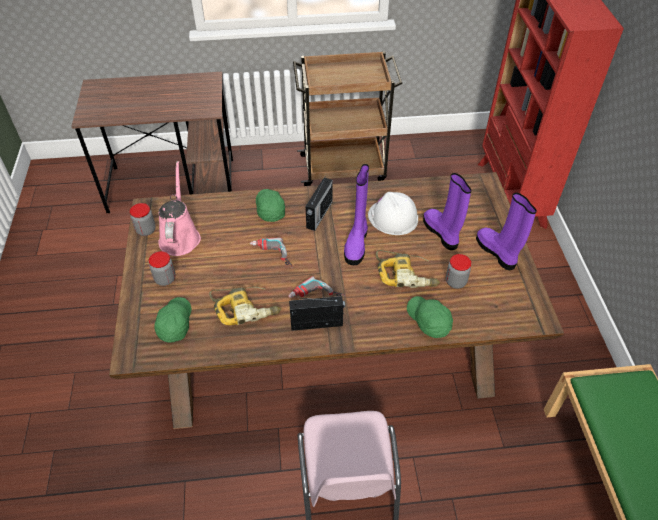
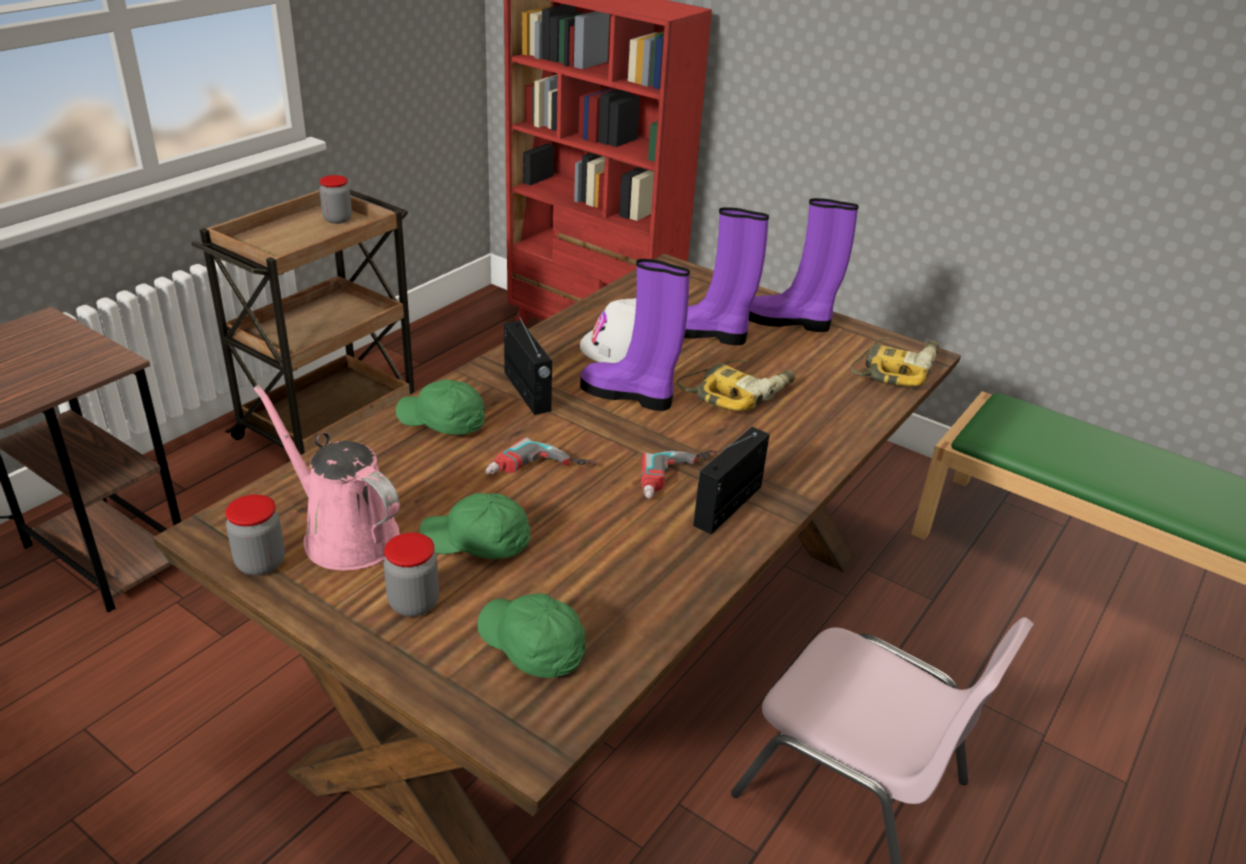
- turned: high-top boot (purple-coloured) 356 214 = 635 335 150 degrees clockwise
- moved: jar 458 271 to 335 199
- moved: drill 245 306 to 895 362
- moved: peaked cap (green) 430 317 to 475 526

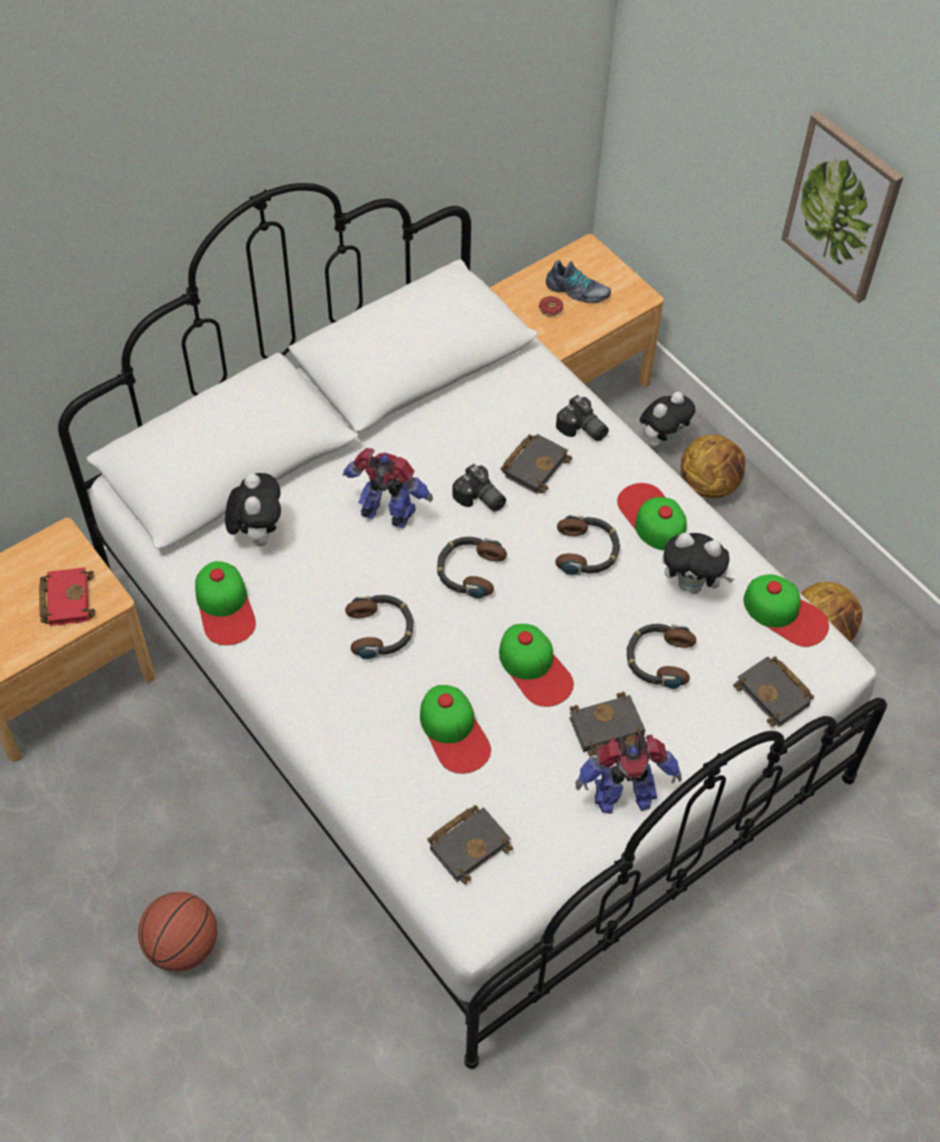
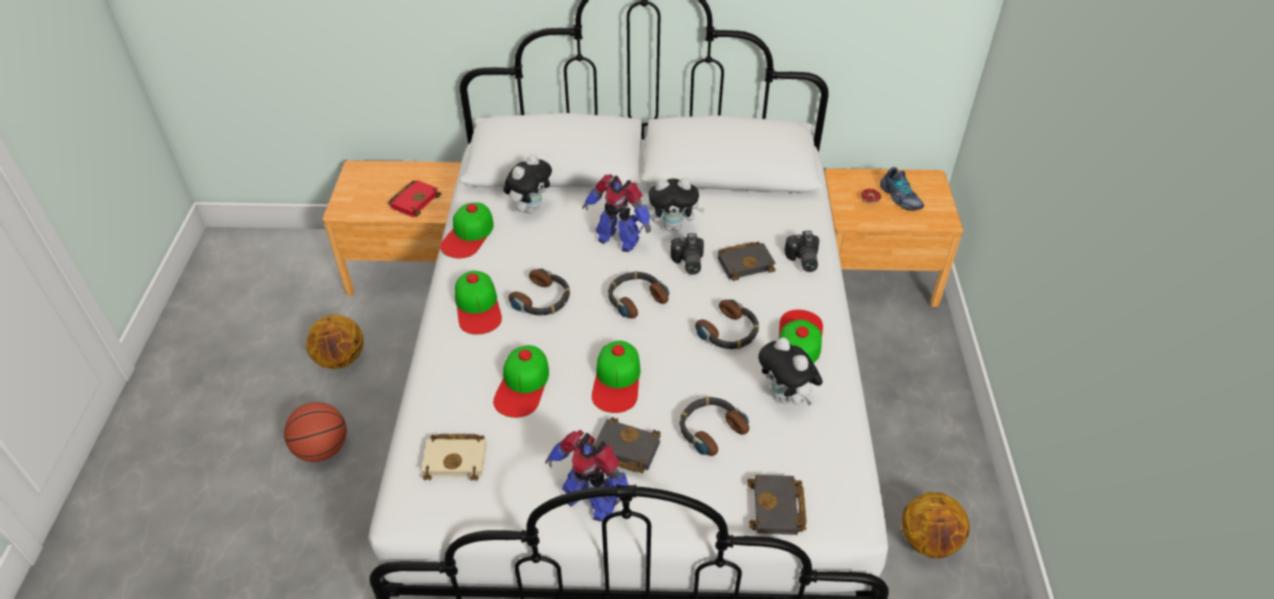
- removed: picture 842 207
- moved: soft toy 667 419 to 676 204
- moved: ball for basketball 712 466 to 335 341
- turned: toy robot 388 488 = 616 213 150 degrees clockwise
- moved: peaked cap 786 610 to 478 303
- recoloured: volume (black) 470 844 to volume (beige) 454 457

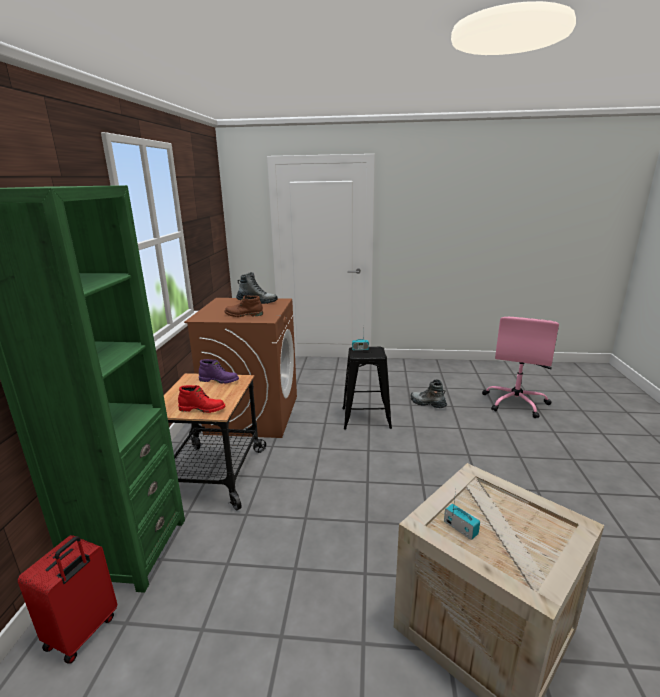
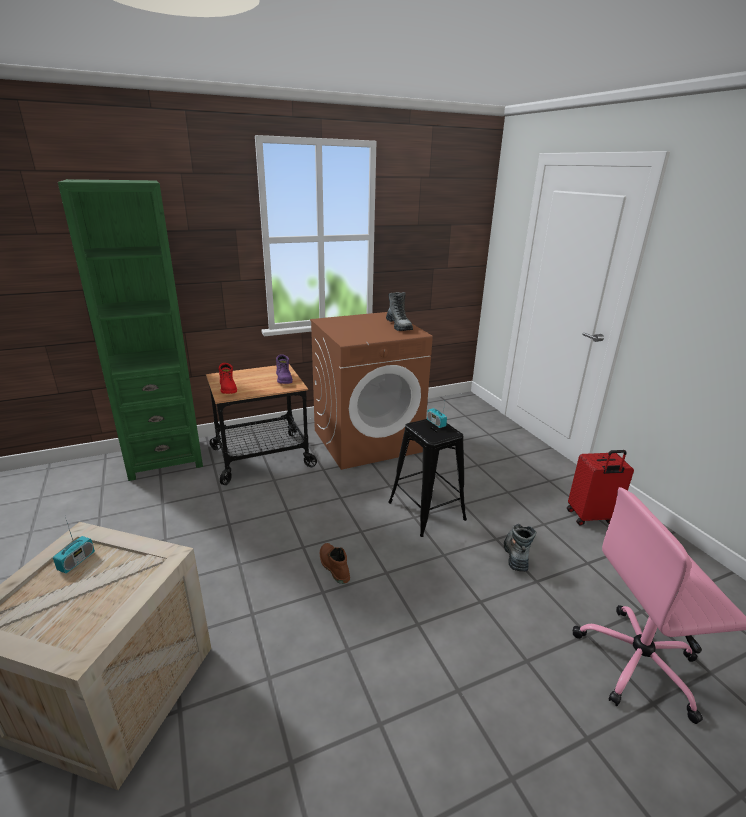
- moved: high-top boot (brown-coloured) 244 306 to 335 563
- moved: suitcase (red-coloured) 67 599 to 600 488

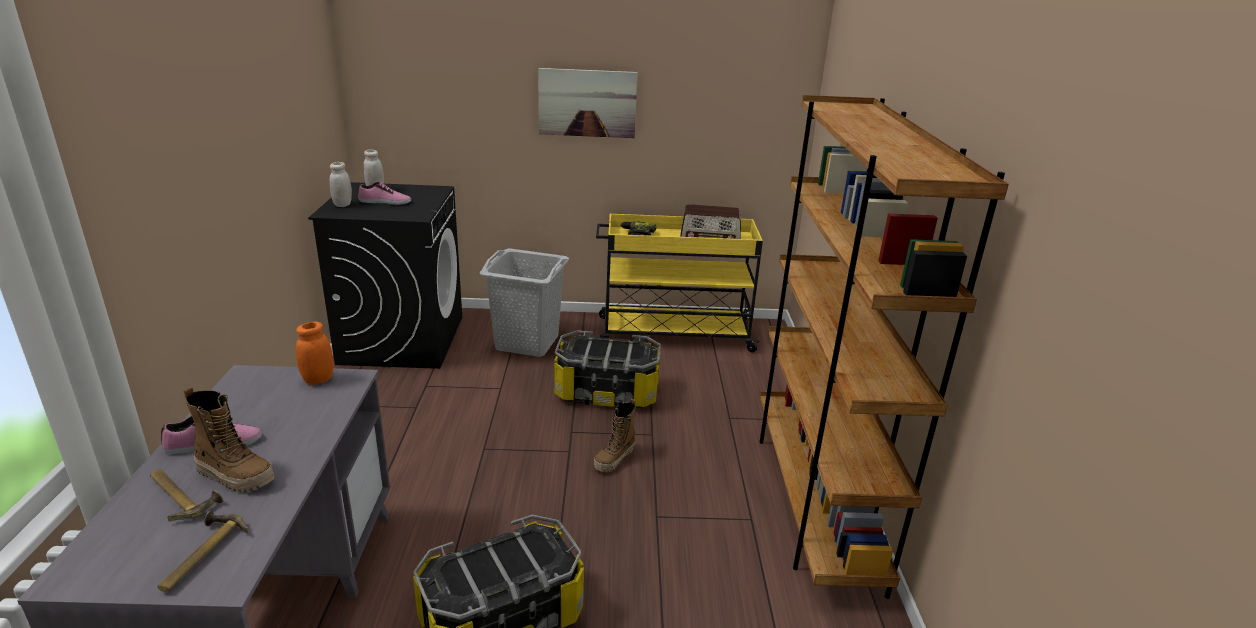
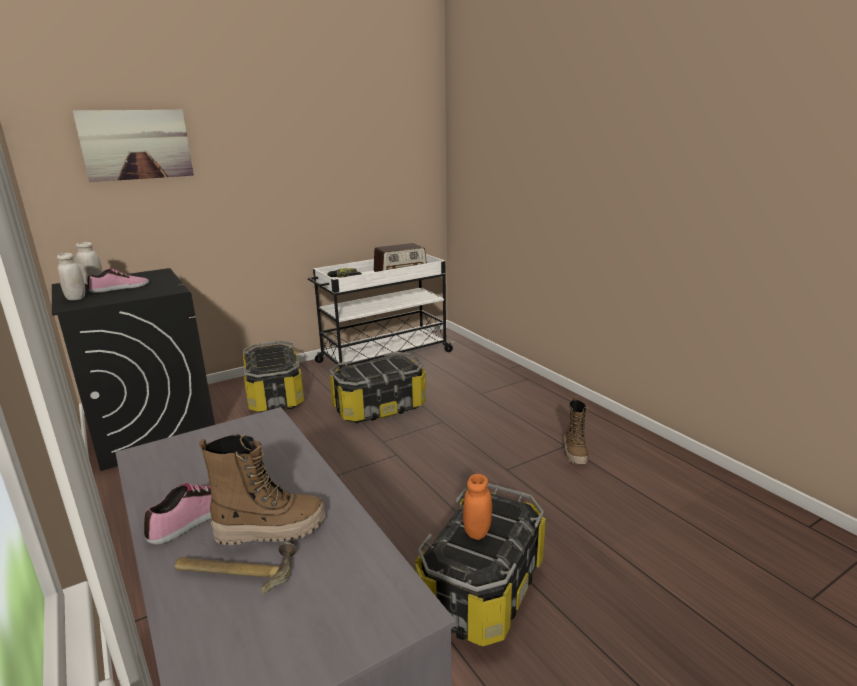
- moved: picture 587 103 to 133 146
- removed: shelving unit (brown-coloured) 884 347
- recoloured: wheeled cart (yellow) 679 283 to wheeled cart (white) 381 311
- replaced: washing basket (gray) 524 302 to storage bin 273 377
- moved: jar (orangey) 315 353 to 477 507
- moved: high-top boot 615 435 to 576 430
- removed: hand hammer 202 551

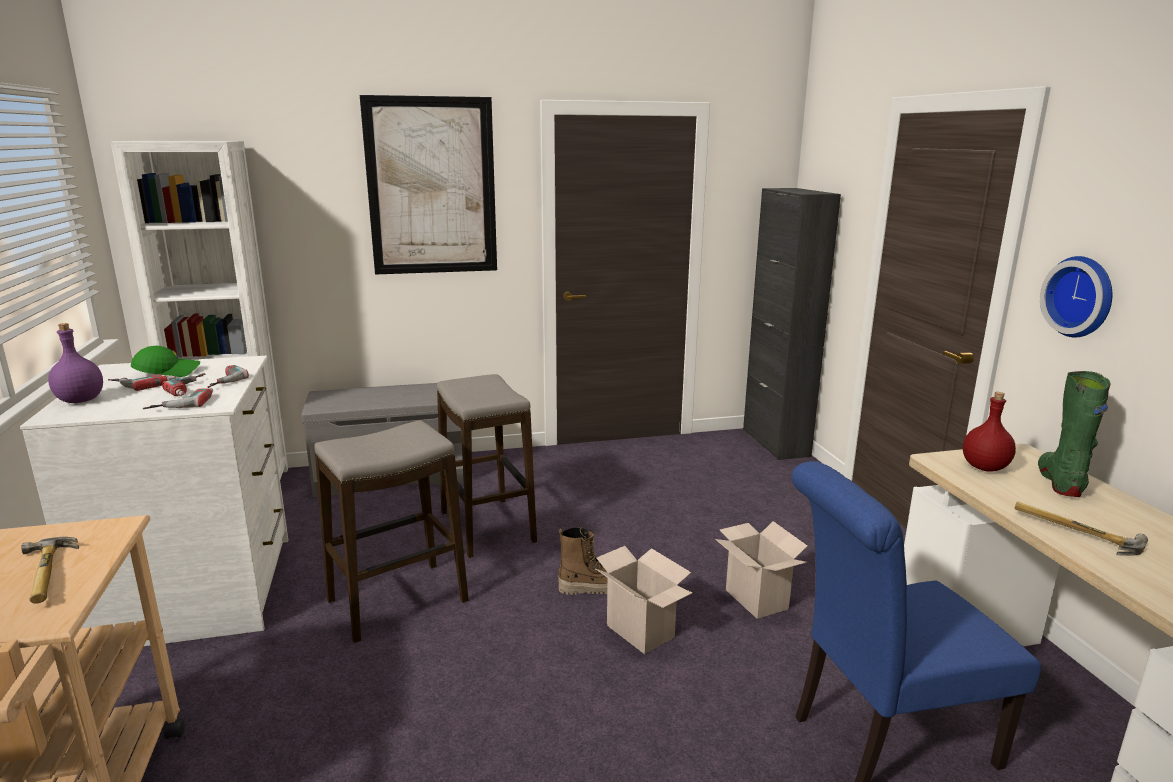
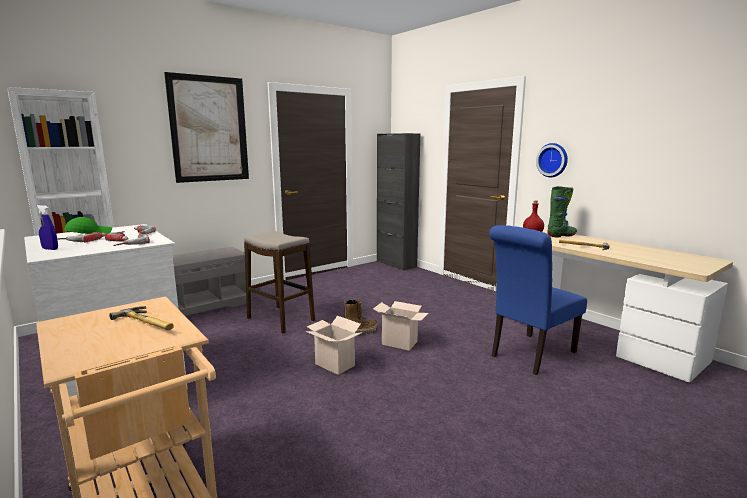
- replaced: bottle (purple-coloured) 75 363 to spray bottle (blue-coloured) 47 227
- turned: high-top boot (green) 1074 434 = 562 212 75 degrees clockwise
- removed: stool 391 531
- moved: packing box 761 570 to 334 345

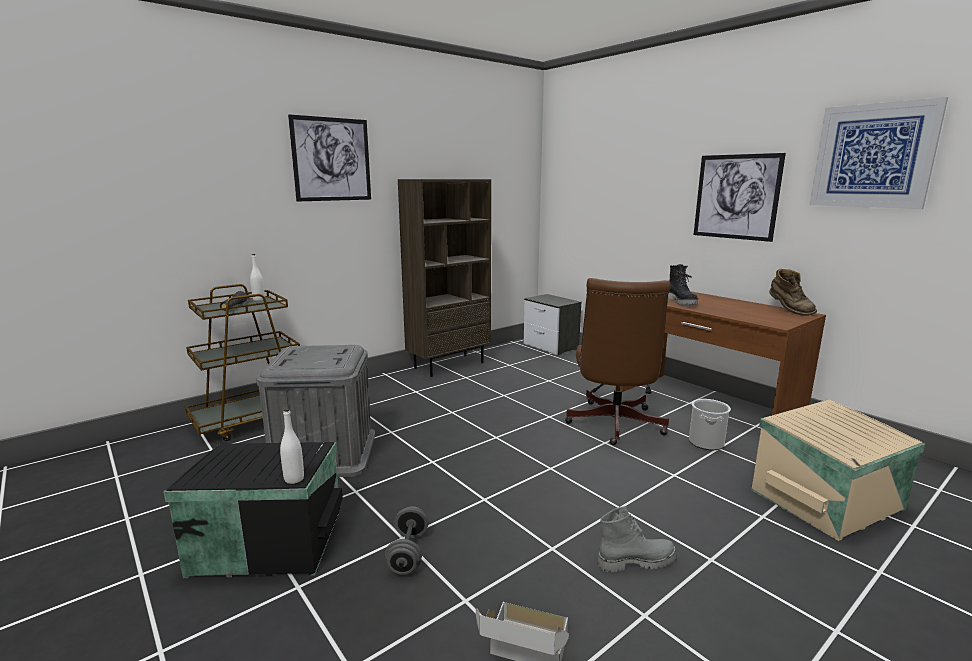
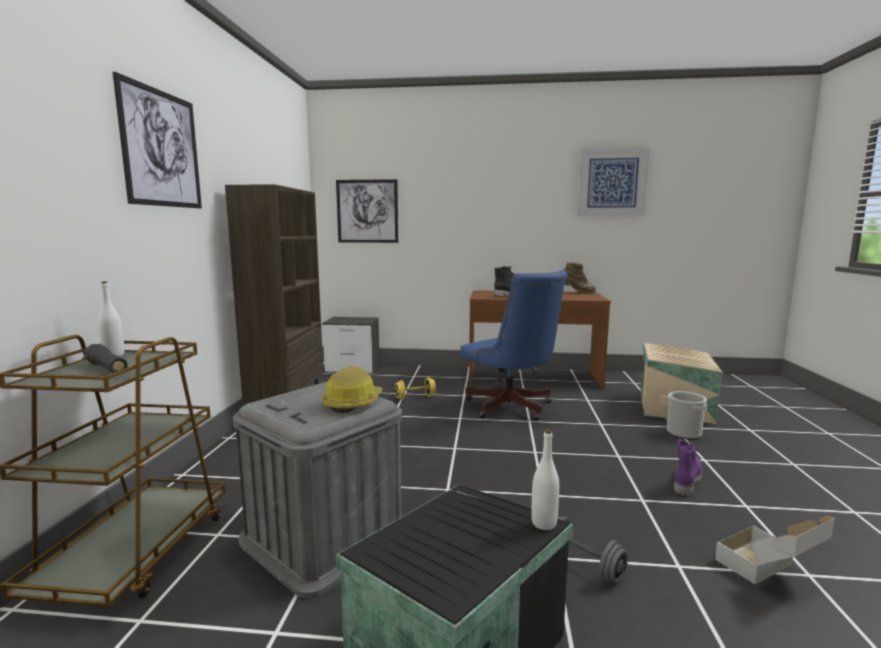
- moved: picture 740 197 to 367 211
- recoloured: office chair (brown-coloured) 617 361 to office chair (blue-coloured) 514 345
- moved: water bucket 710 424 to 687 415
- recoloured: high-top boot (gray) 637 539 to high-top boot (purple-coloured) 688 467
- added: work helmet 352 389
- added: free weight (yellow) 415 388

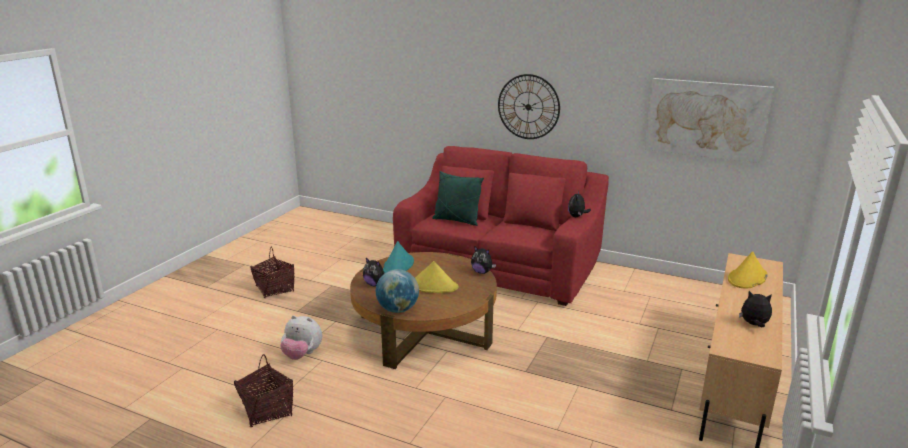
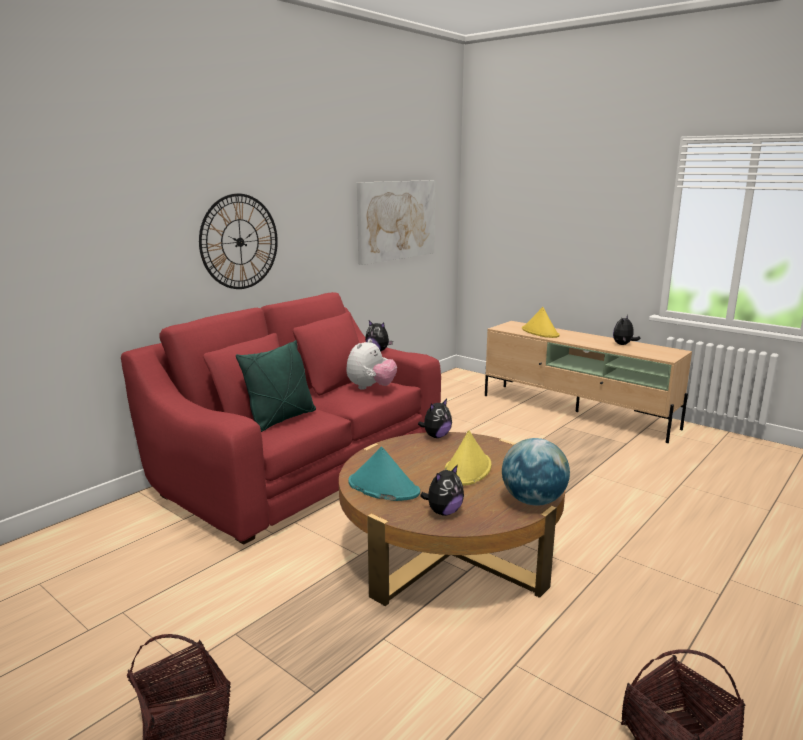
- moved: soft toy 301 337 to 371 364

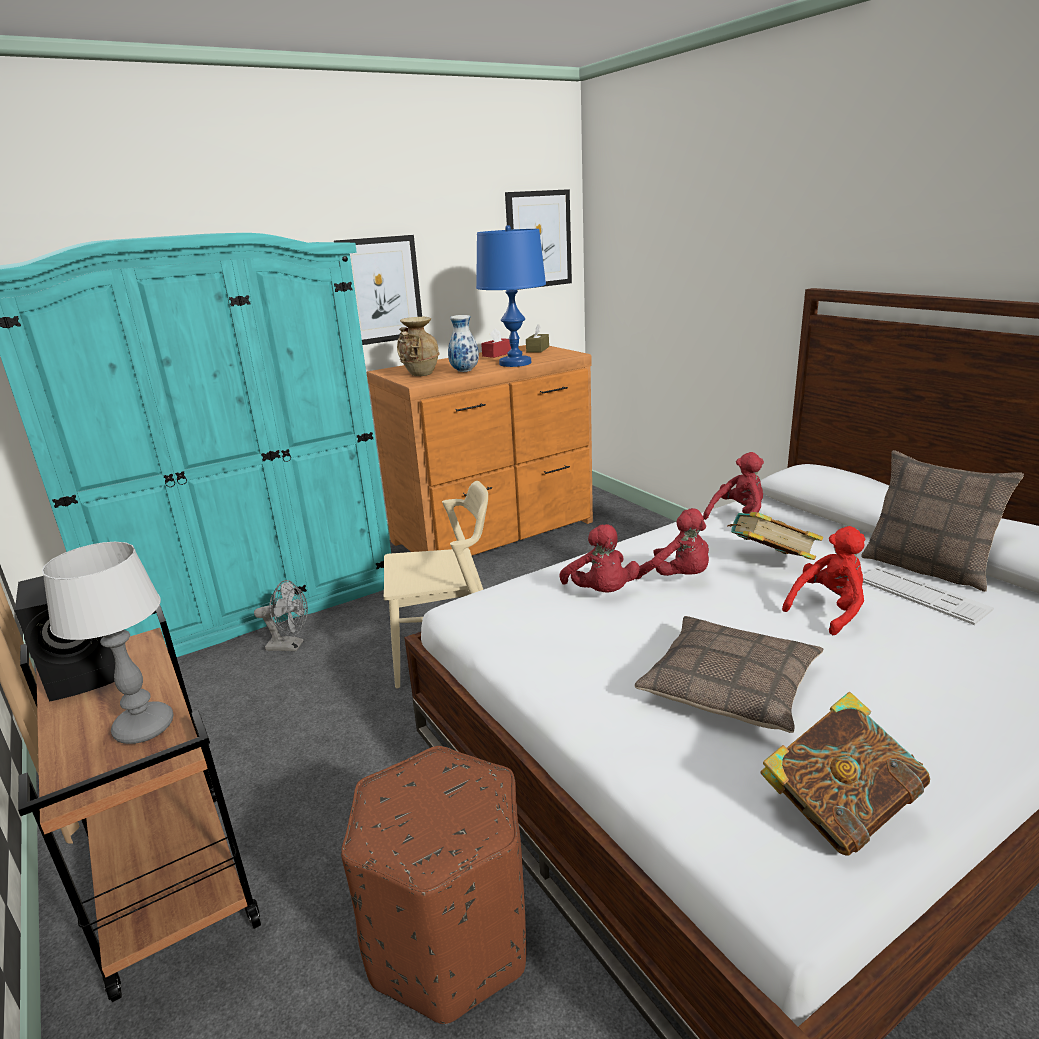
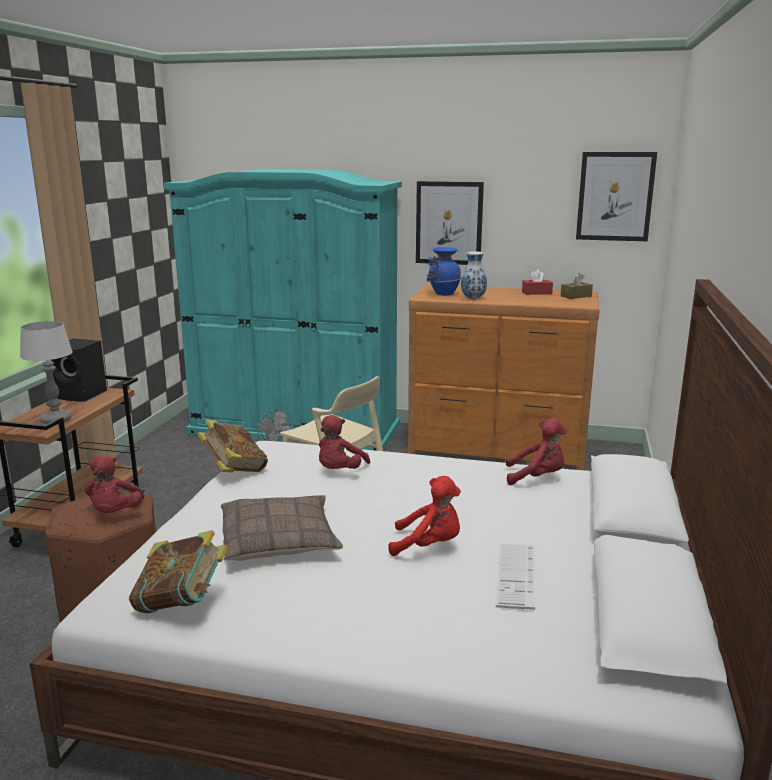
- removed: lamp for a table (blue-coloured) 511 296
- recoloured: flower vase (beige) 418 346 to flower vase (blue-coloured) 444 271
- removed: pillow 942 521
- moved: soft toy (red-coloured) 672 543 to 114 484
- moved: volume 775 536 to 232 446

